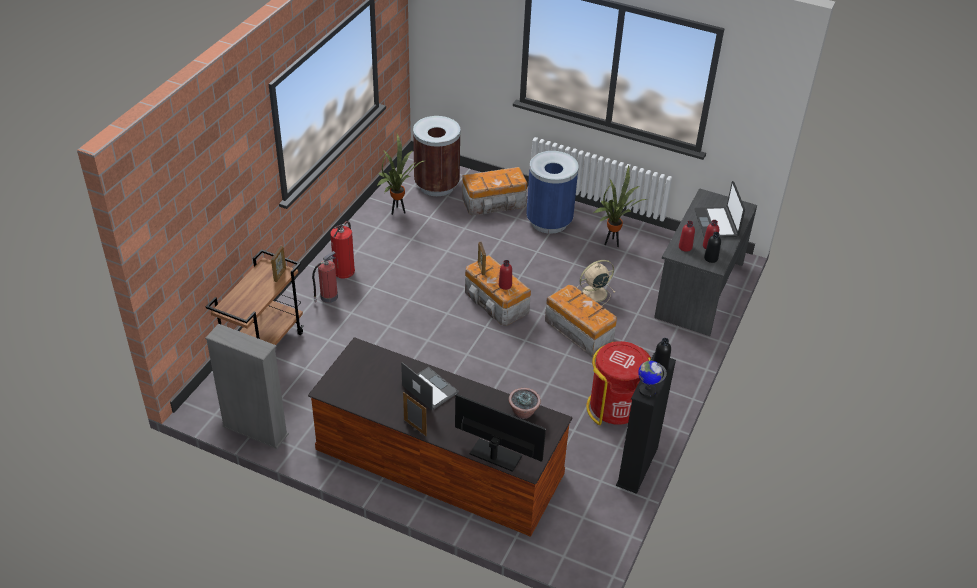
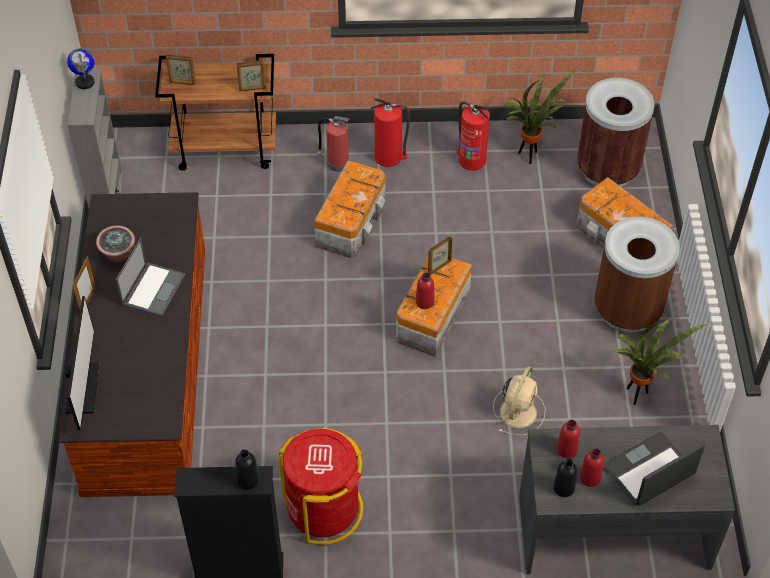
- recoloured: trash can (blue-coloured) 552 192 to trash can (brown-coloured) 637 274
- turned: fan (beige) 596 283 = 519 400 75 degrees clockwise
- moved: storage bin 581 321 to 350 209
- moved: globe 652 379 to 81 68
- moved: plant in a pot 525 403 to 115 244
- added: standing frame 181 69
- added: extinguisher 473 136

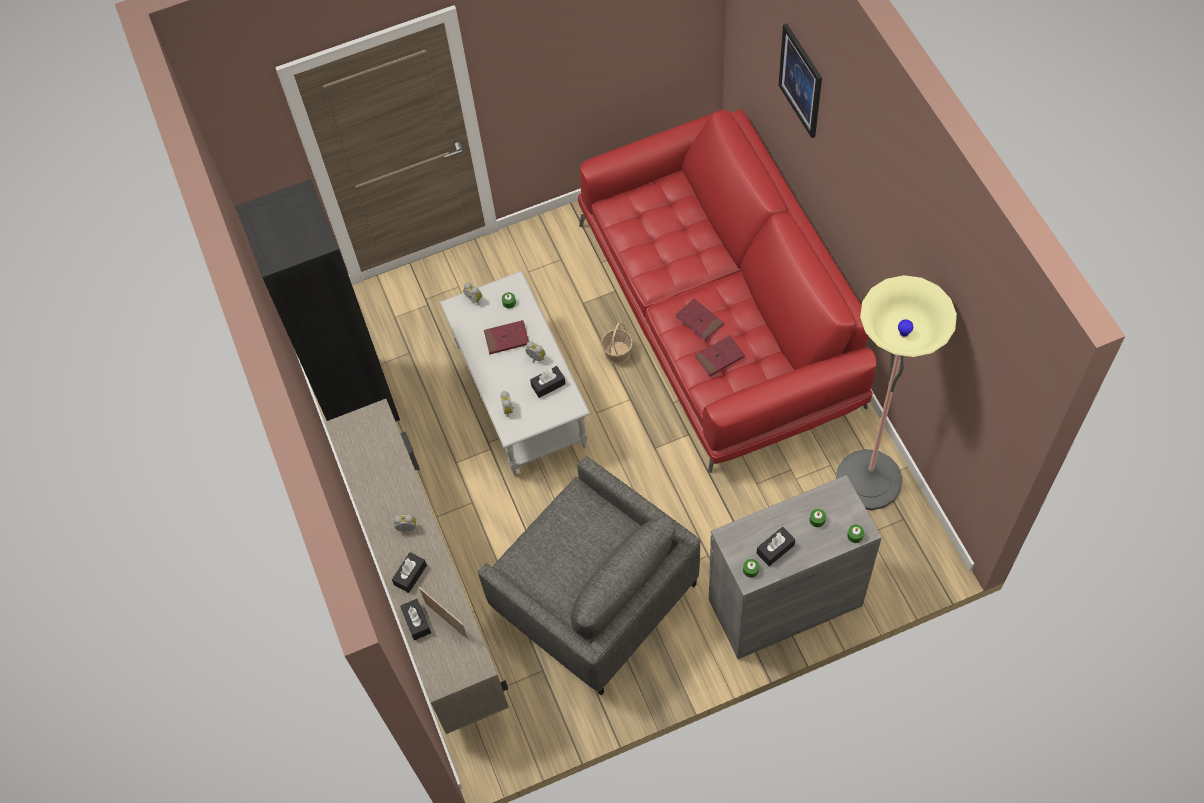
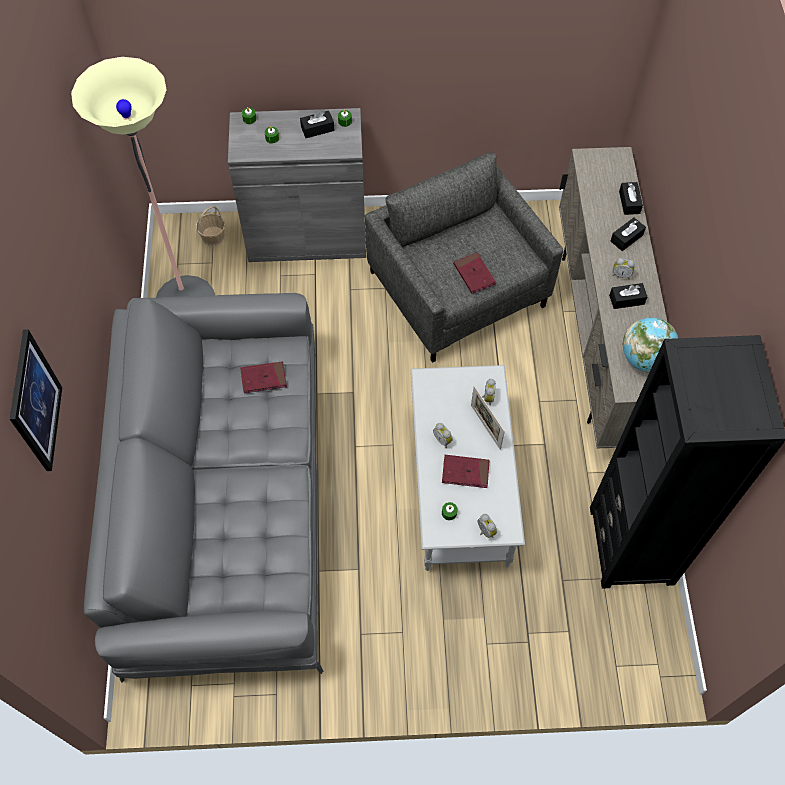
- recoloured: couch (red-coloured) 727 291 to couch (gray) 203 488
- moved: volume (red-coloured) 700 320 to 474 273
- moved: household basket 617 343 to 211 226
- moved: tissue holder (black) 548 382 to 628 296
- moved: standing frame 444 613 to 488 418
- added: globe 650 345

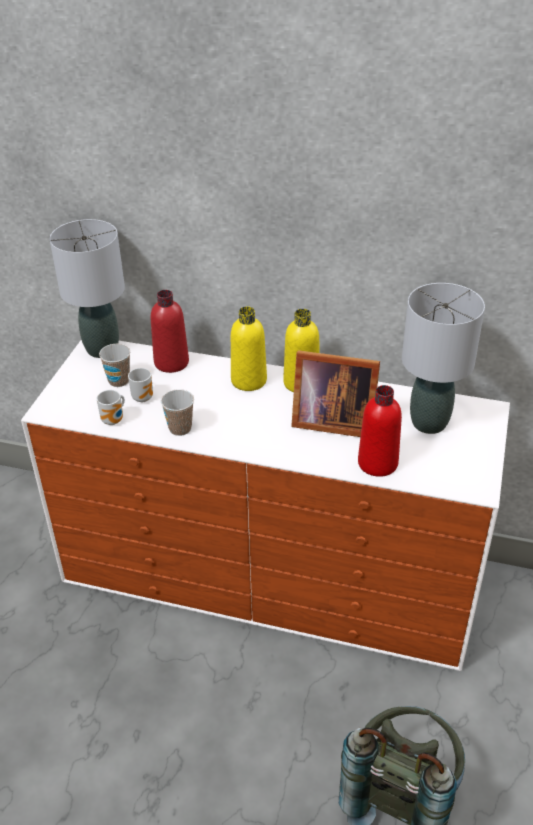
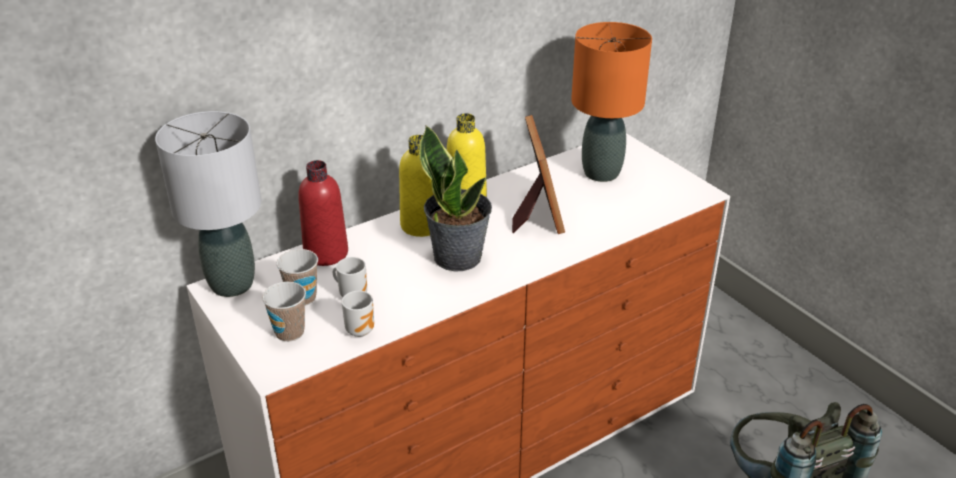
- recoloured: lamp for a table (gray) 443 358 to lamp for a table (orangey) 611 102
- turned: standing frame 335 393 = 538 174 60 degrees counterclockwise
- removed: bottle (red-coloured) 380 431
- moved: cup 177 412 to 284 312
- added: plant in a pot 455 198

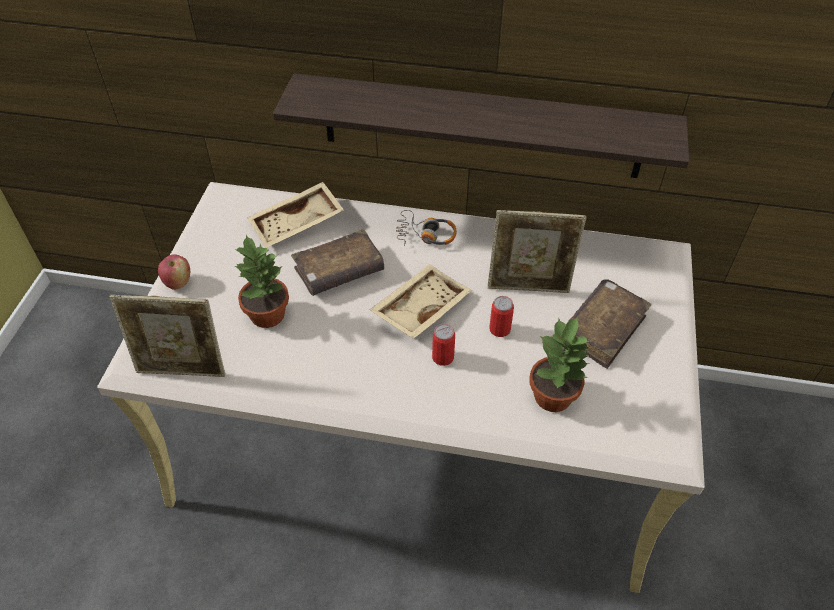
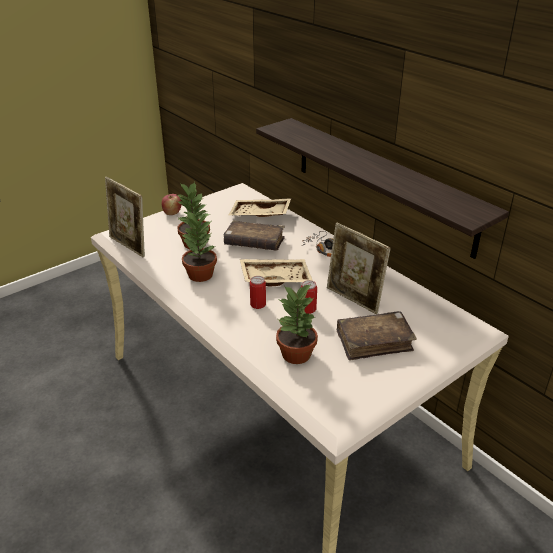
- added: plant in a pot 199 246

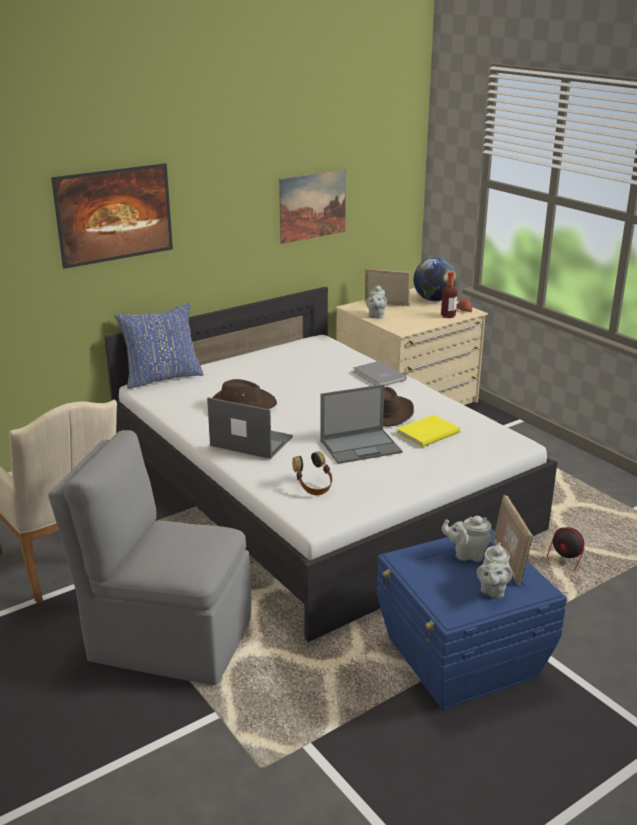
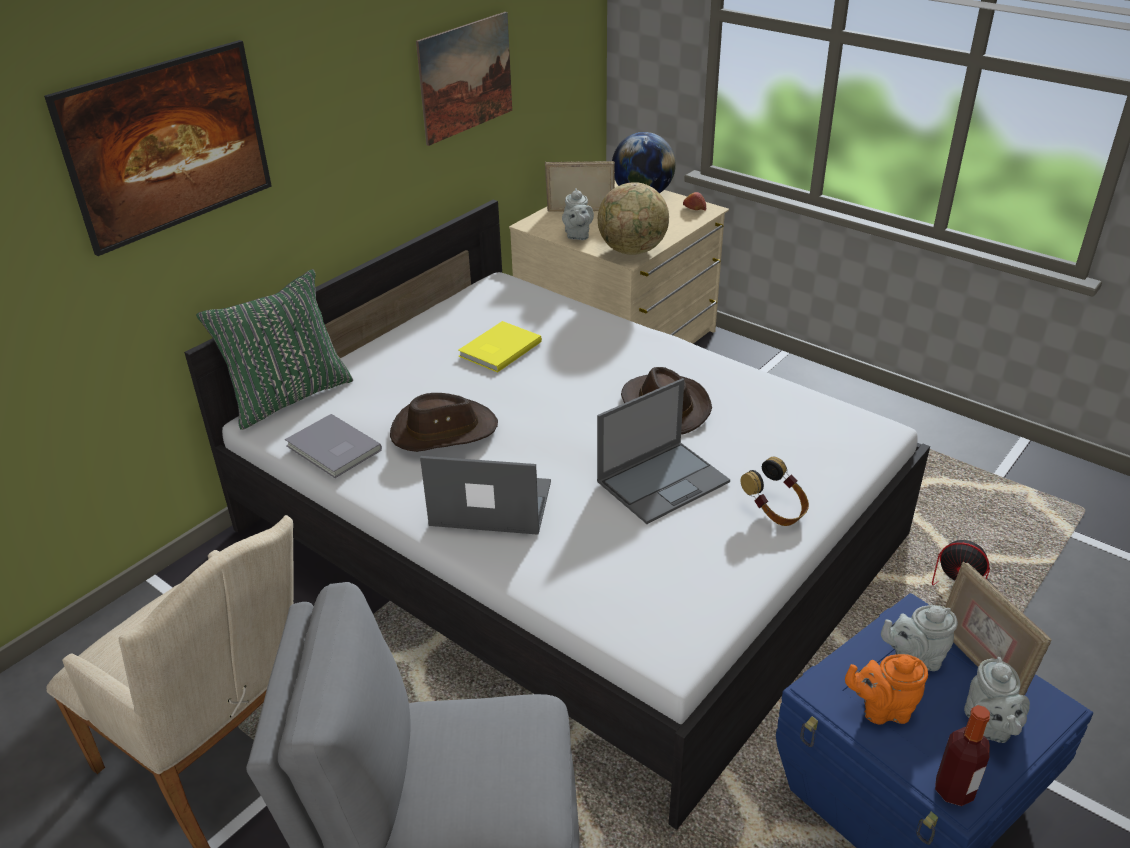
- moved: bottle 449 295 to 962 755
- recoloured: pillow (blue-coloured) 159 345 to pillow (green) 274 349
- moved: volume (gray) 380 373 to 333 446
- moved: volume (yellow) 428 431 to 500 347
- moved: headset 312 473 to 775 491
- added: globe 633 218
- added: teapot (orangey) 886 689

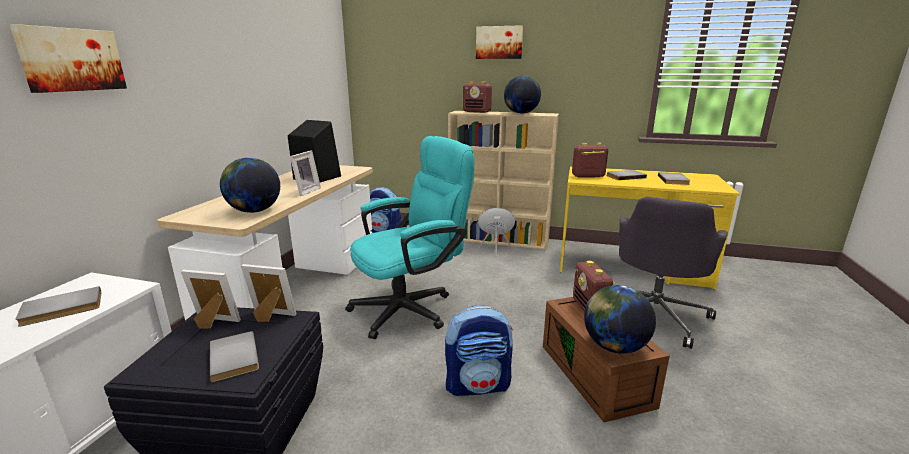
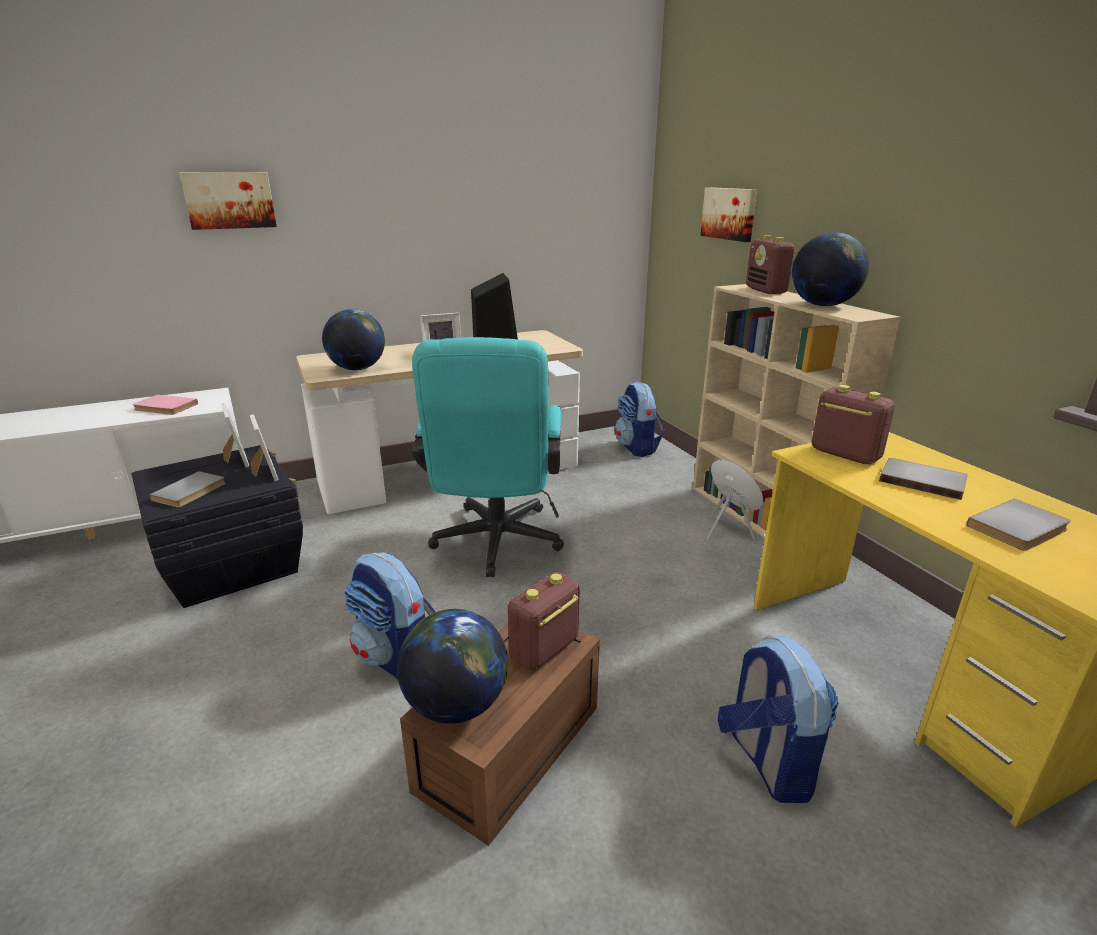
- moved: picture 499 42 to 728 214
- turned: office chair (blue-green) 410 237 = 488 457 75 degrees clockwise
- replaced: office chair (gray) 673 273 to rucksack 778 719
- recoloured: volume (gray) 58 306 to volume (pink-coloured) 165 405

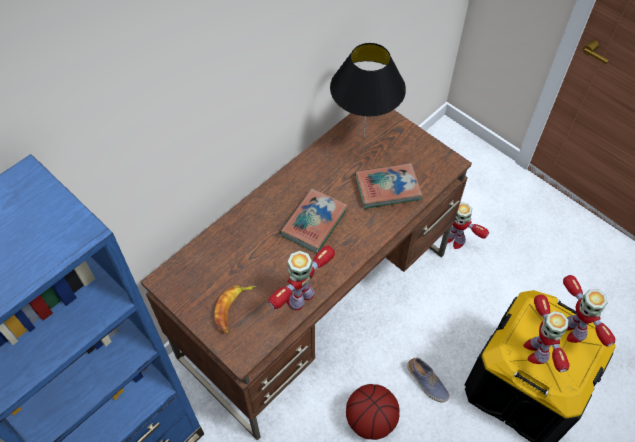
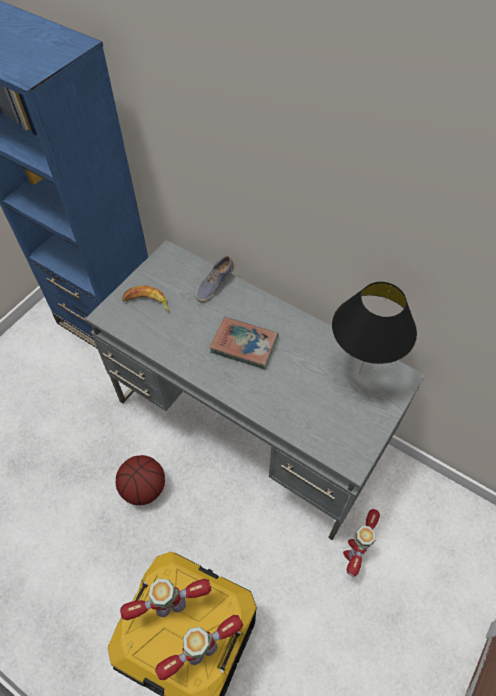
- recoloured: desk unit (brown-coloured) 306 275 to desk unit (gray) 255 390
- removed: volume 388 186
- removed: toy robot 301 278
- moved: item of footwear 428 380 to 215 279

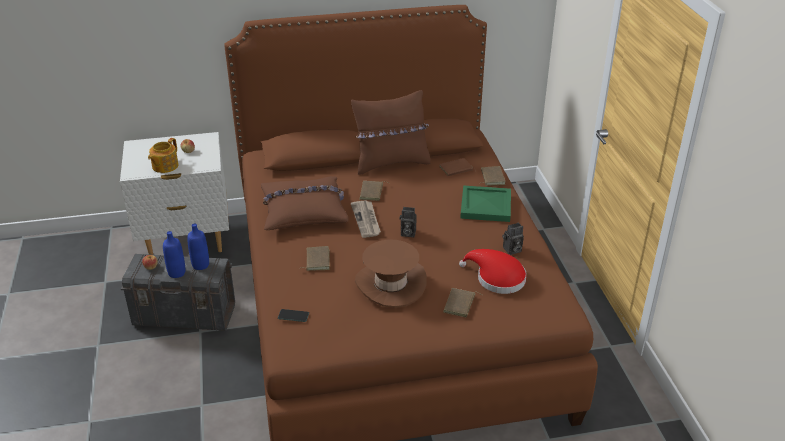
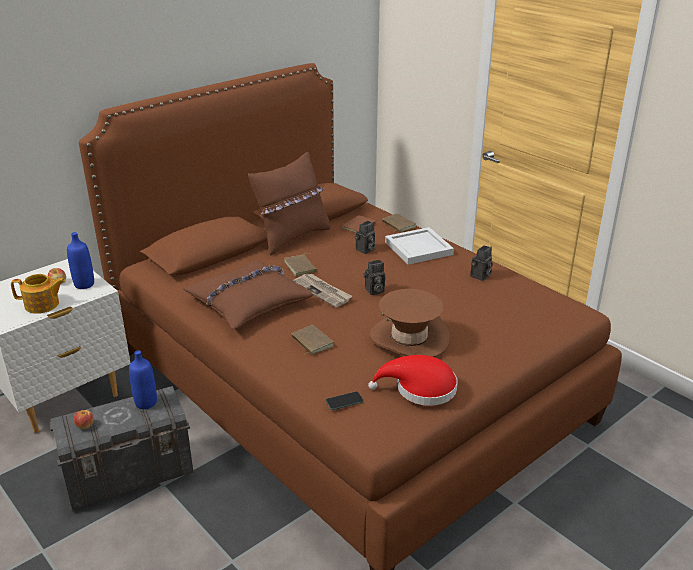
- turned: teapot 163 155 = 38 294 90 degrees counterclockwise
- recoloured: tray (green) 485 204 to tray (white) 419 246
- moved: bottle (blue-coloured) 174 254 to 80 260
- moved: hat (red-coloured) 493 271 to 413 380
- removed: volume (brown-coloured) 462 303
- added: still camera 365 237

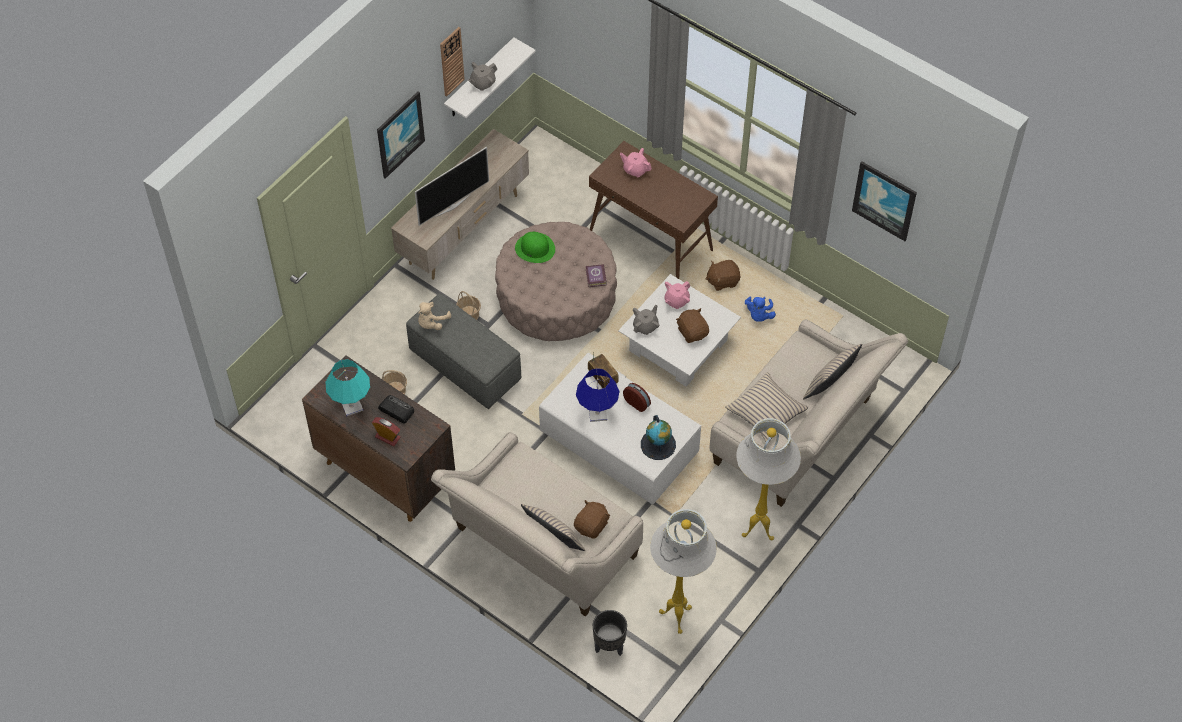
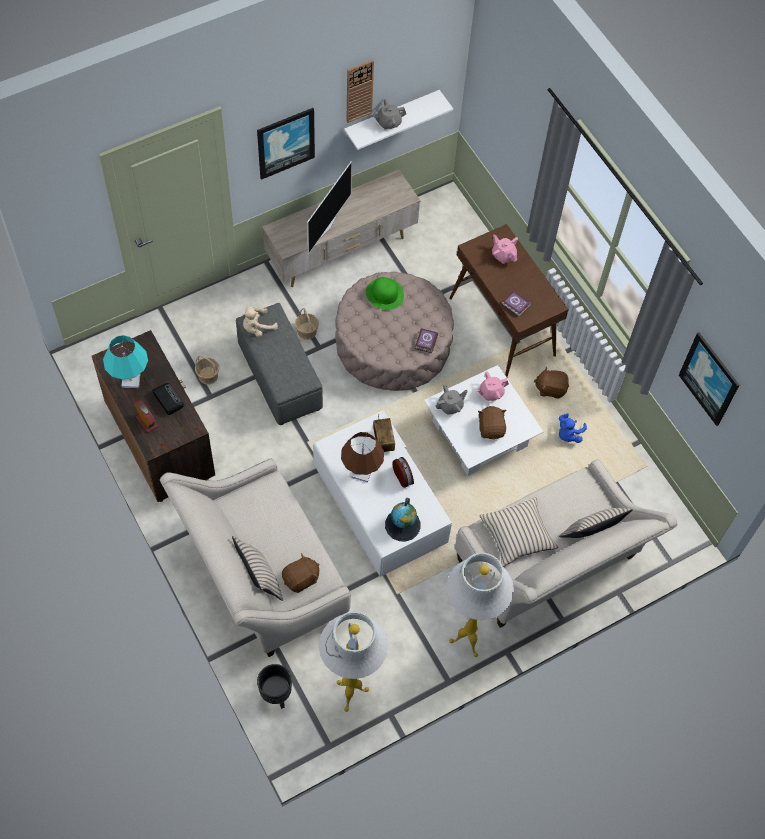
- turned: TV 452 186 = 329 207 45 degrees counterclockwise
- recoloured: lamp for a table (blue-coloured) 597 395 to lamp for a table (brown-coloured) 362 457
- added: volume 516 303

